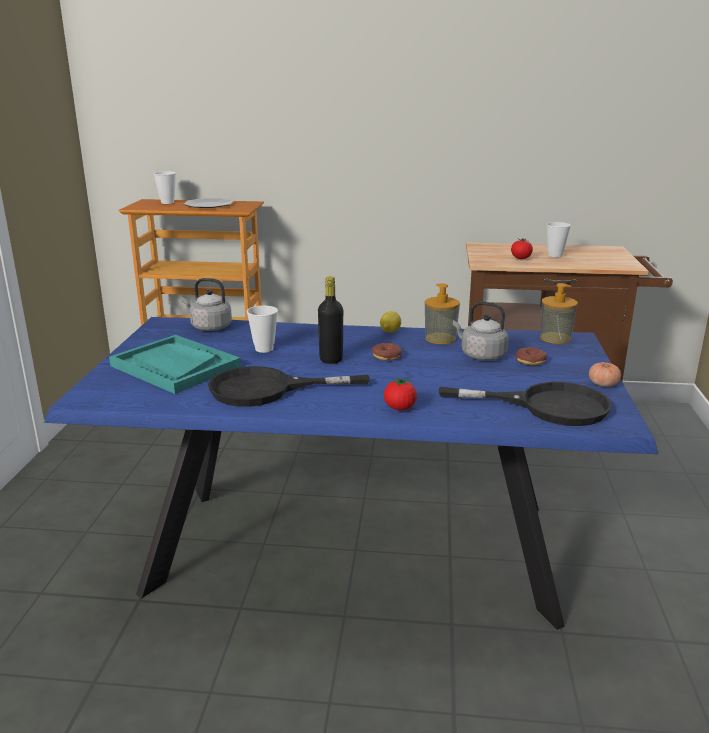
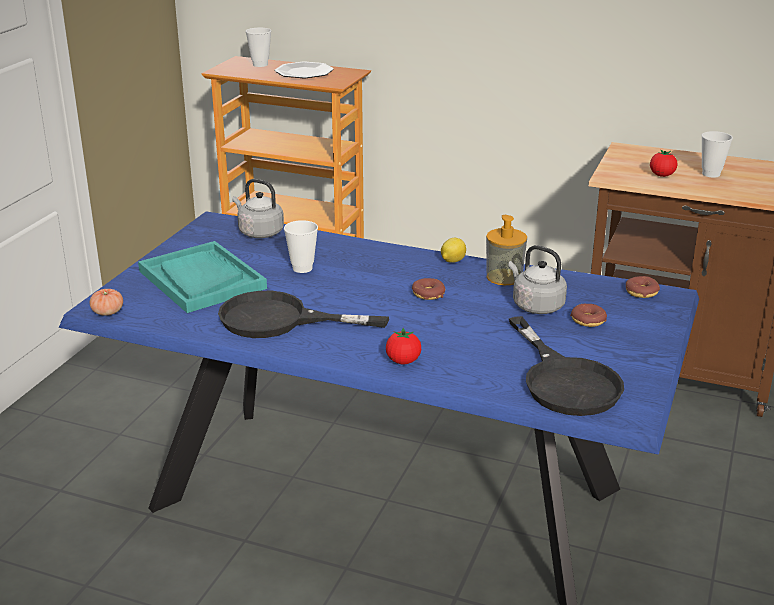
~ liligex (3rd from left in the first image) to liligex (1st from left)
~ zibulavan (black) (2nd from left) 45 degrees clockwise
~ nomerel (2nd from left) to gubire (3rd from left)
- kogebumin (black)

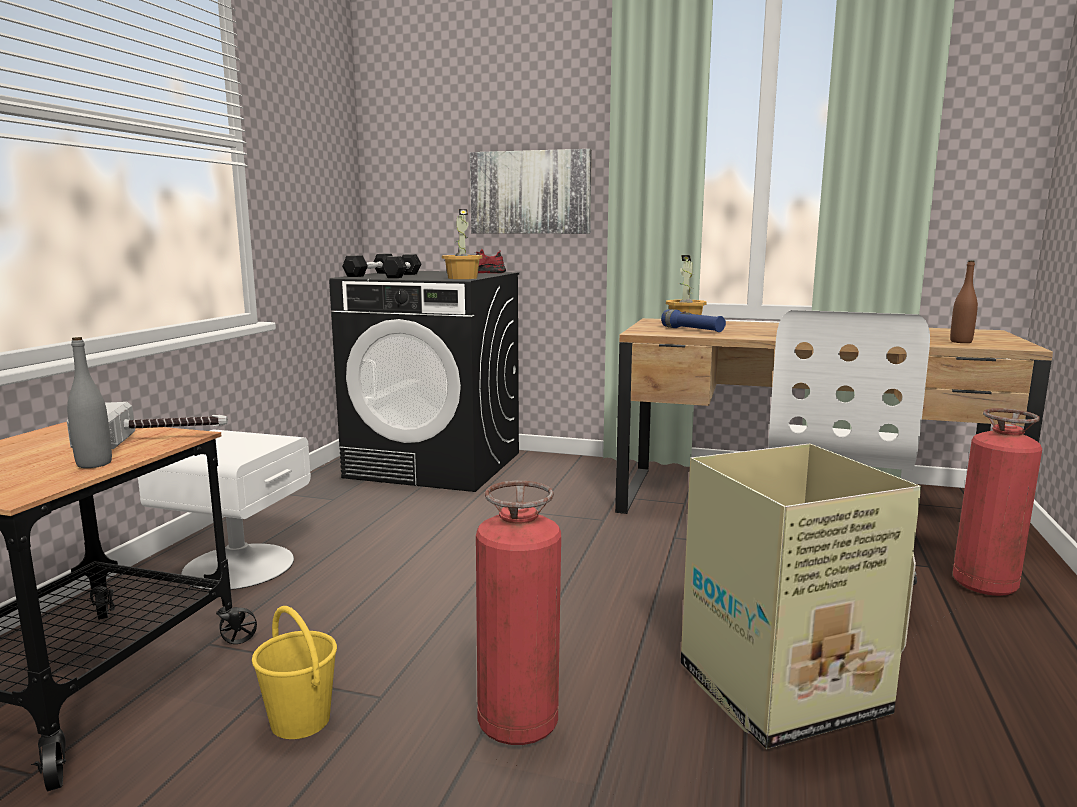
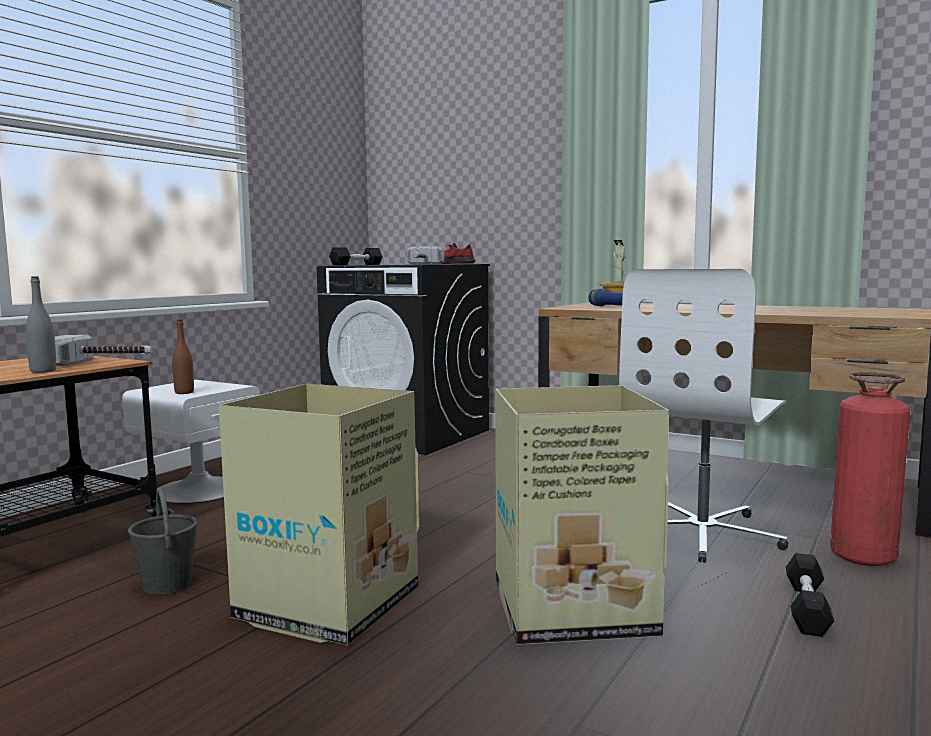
~ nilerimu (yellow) to nilerimu (grey)
~ kogebumin (brown)
~ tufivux (1st from left) to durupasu (1st from left)
~ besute (1st from left) to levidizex (2nd from left)
~ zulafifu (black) (2nd from left)
- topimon

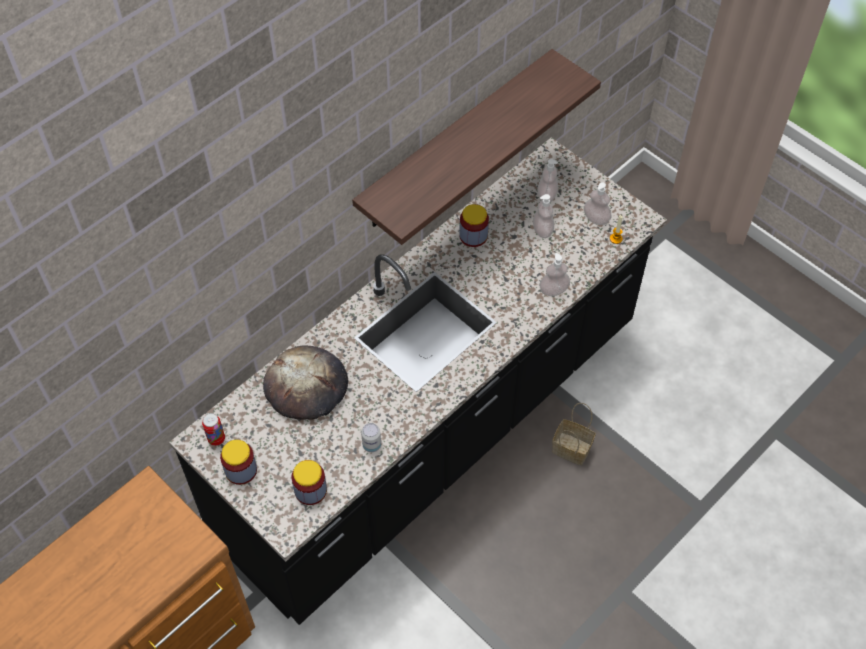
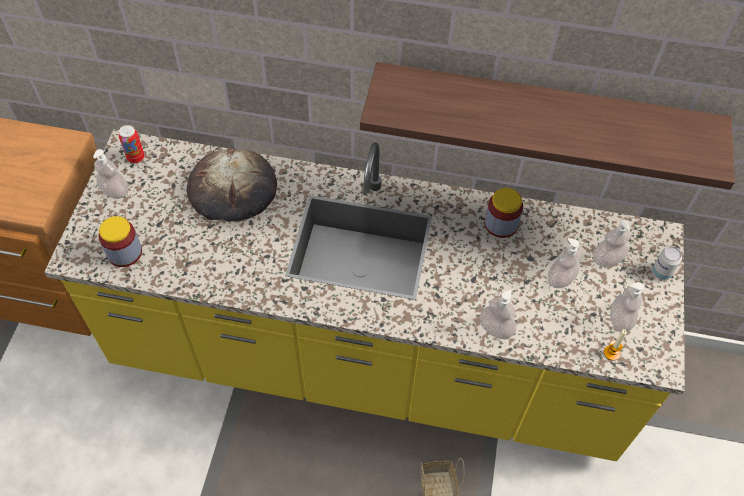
~ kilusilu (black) to kilusilu (yellow)
~ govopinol (1st from left) to nomerel (1st from left)
~ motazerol (2nd from left)

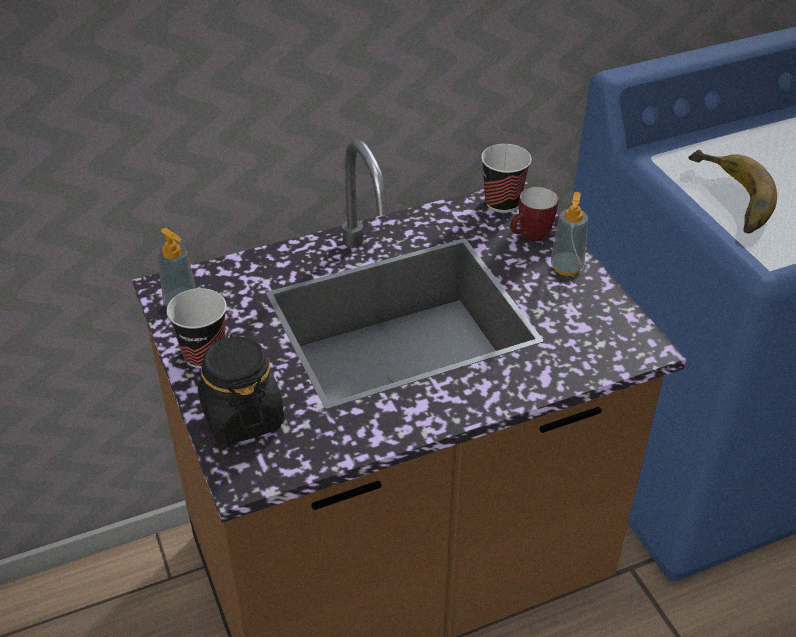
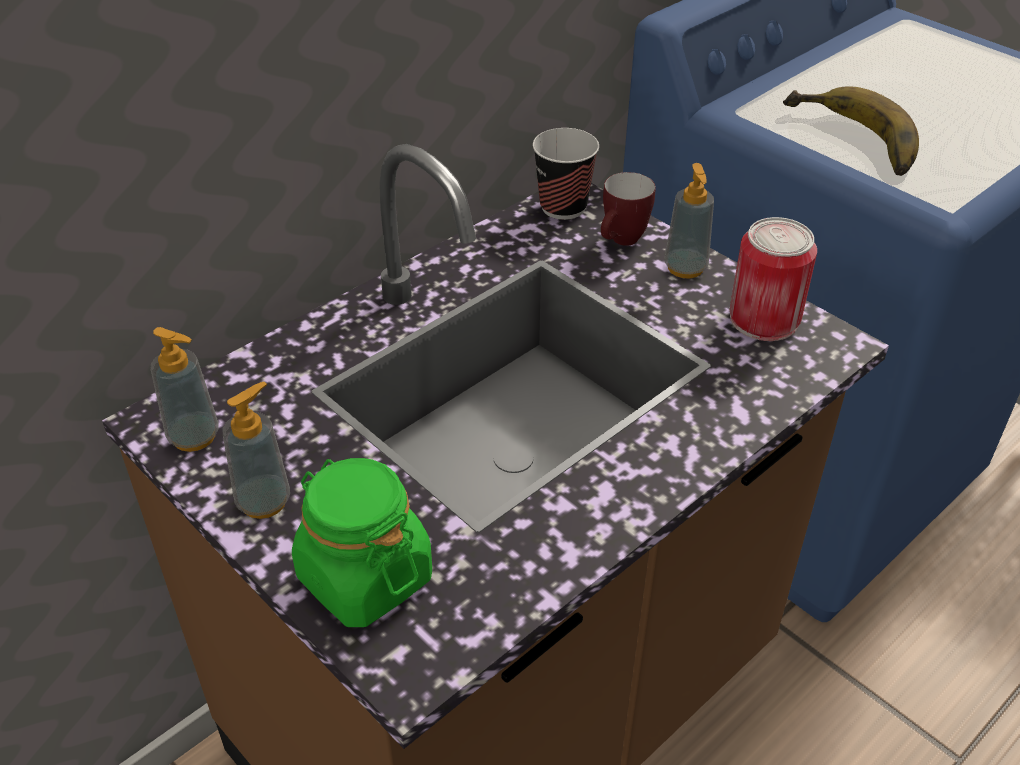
~ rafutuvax (1st from left) to nomerel (2nd from left)
~ govopinol (black) to govopinol (green)
+ motazerol

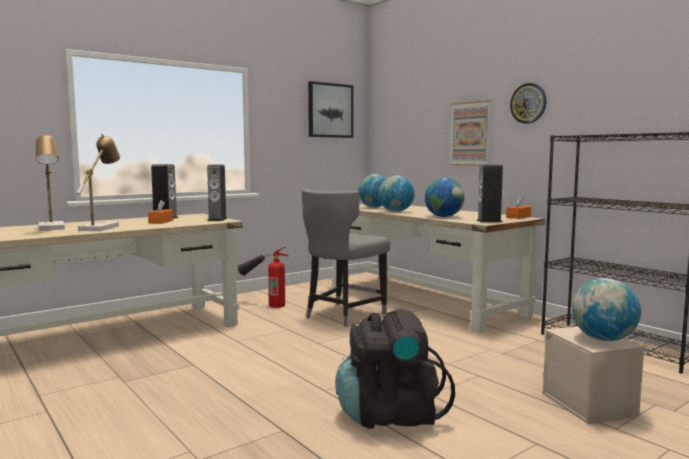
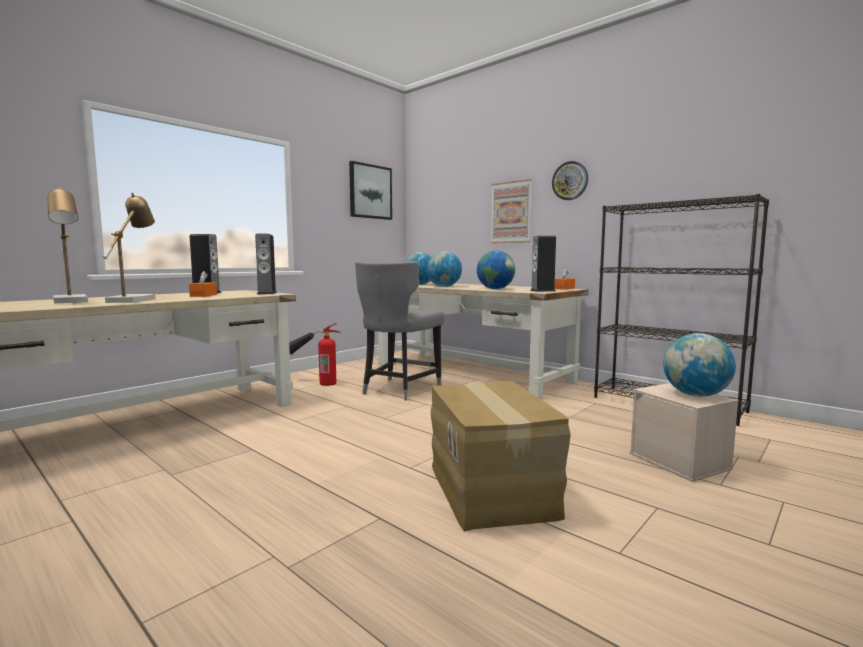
~ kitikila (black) to durupasu

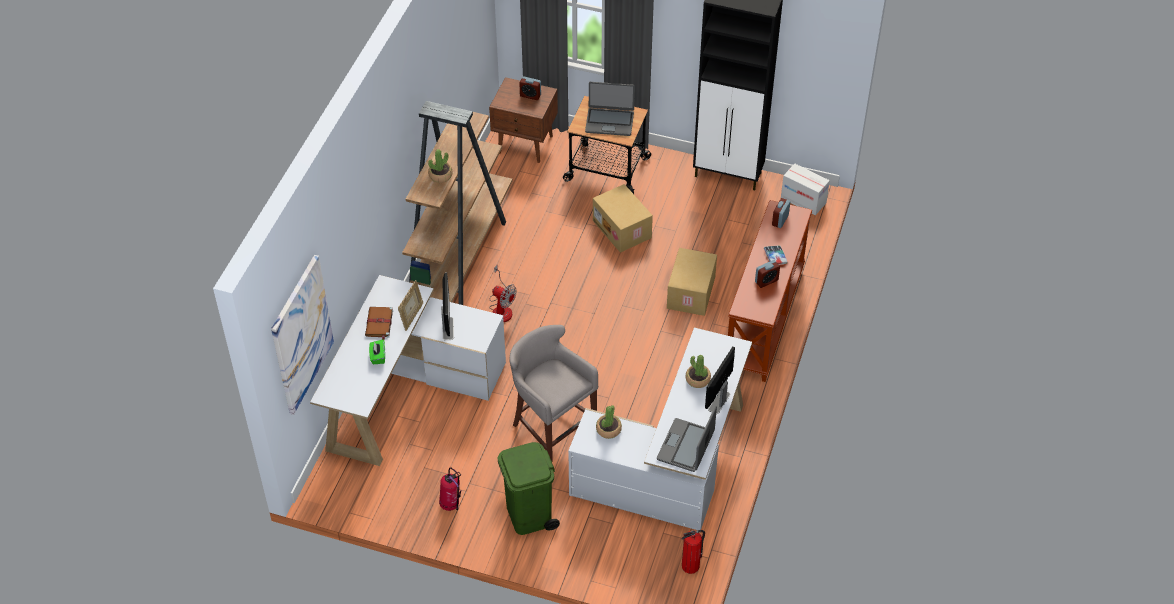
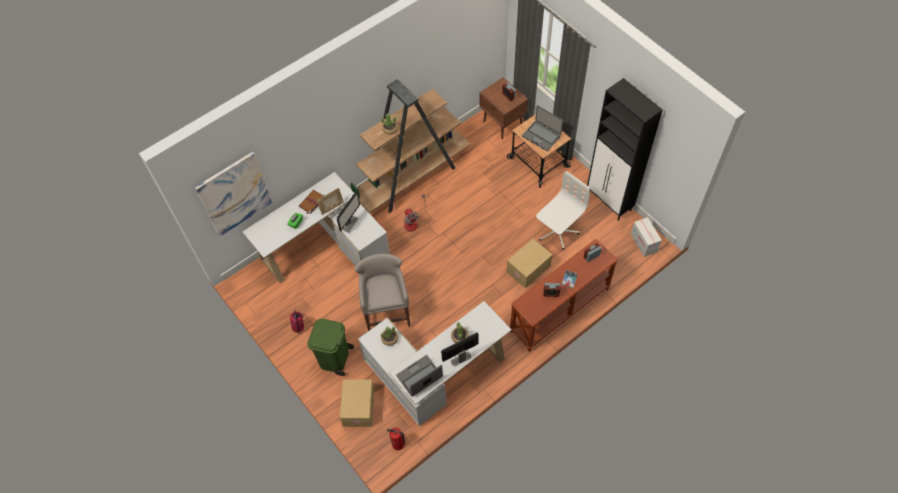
~ durupasu (1st from left)
+ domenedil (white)

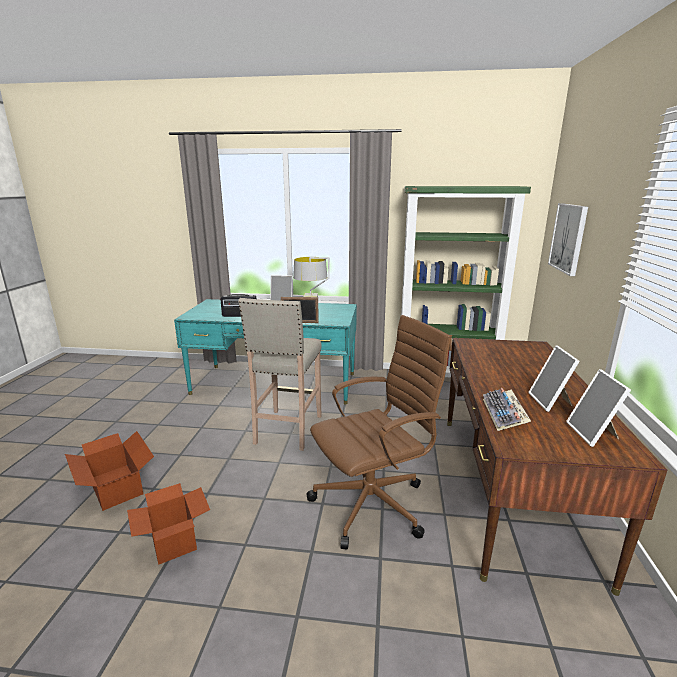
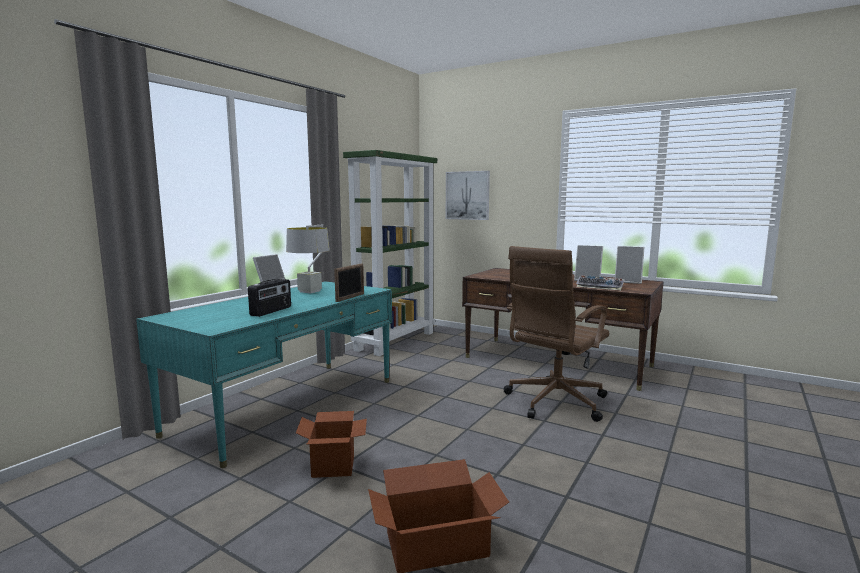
~ durupasu (2nd from left in the first image) to durupasu (1st from left)
~ domenedil (brown) 135 degrees counterclockwise
- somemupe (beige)

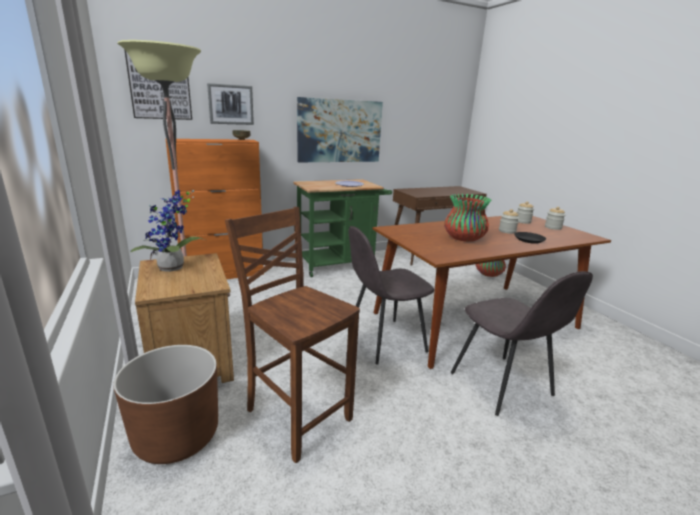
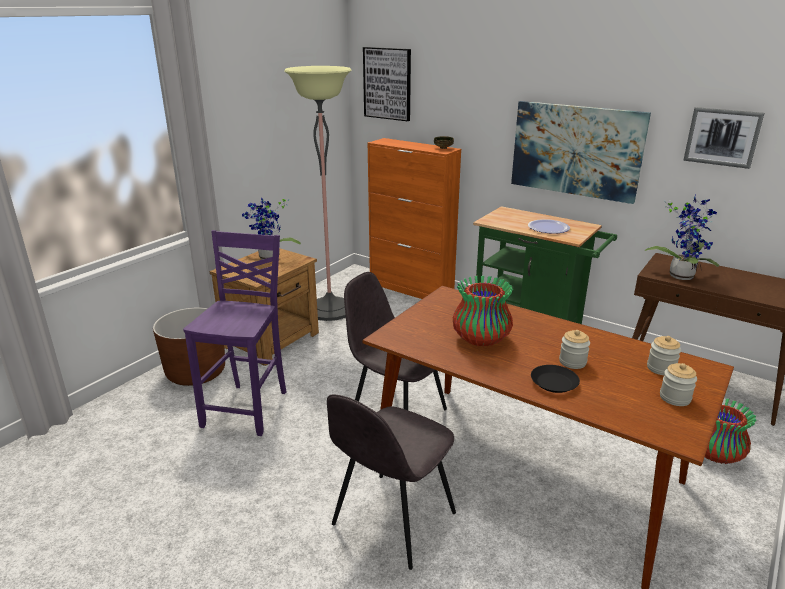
~ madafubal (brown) to madafubal (purple)
+ besute (2nd from left)
~ topimon (2nd from left in the first image) to topimon (3rd from left)

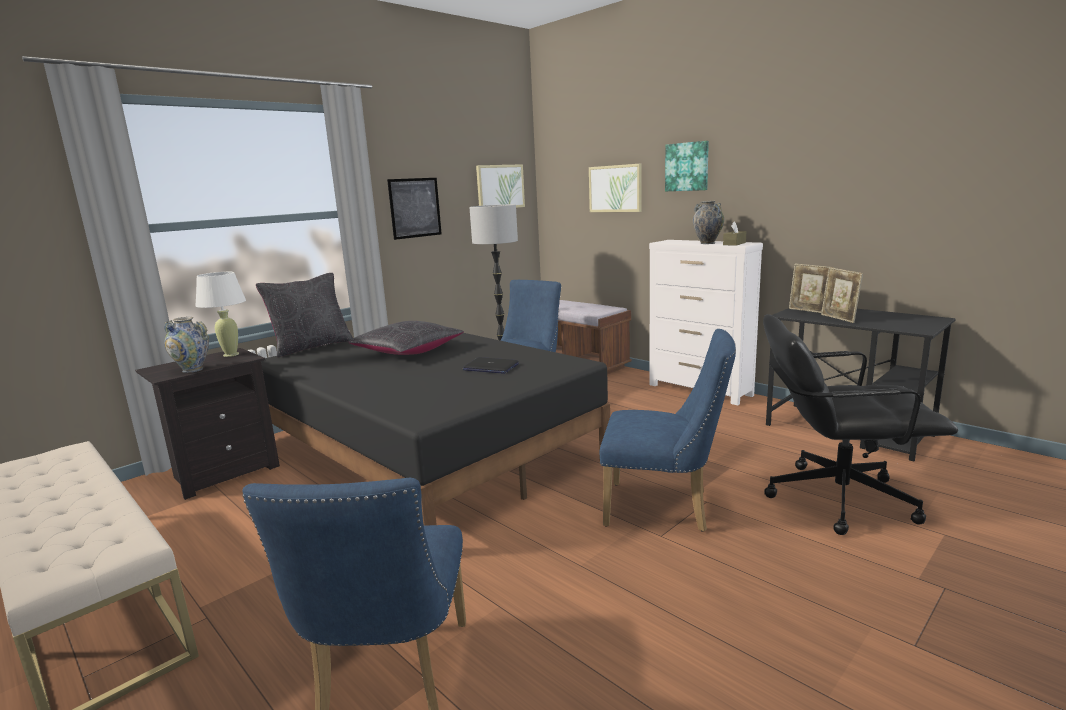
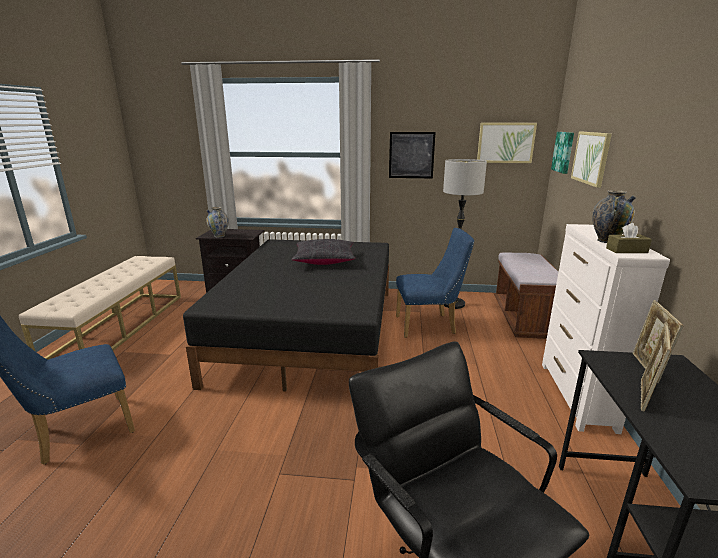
~ topimon (4th from left in the first image) to topimon (3rd from left)
- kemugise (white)
- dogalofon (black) (1st from left)
- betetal
- madafubal (blue) (3rd from left)

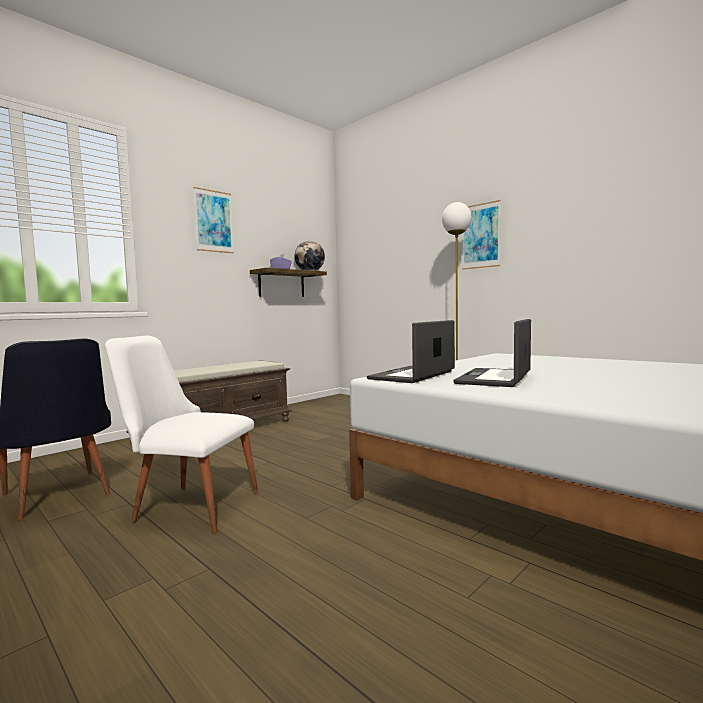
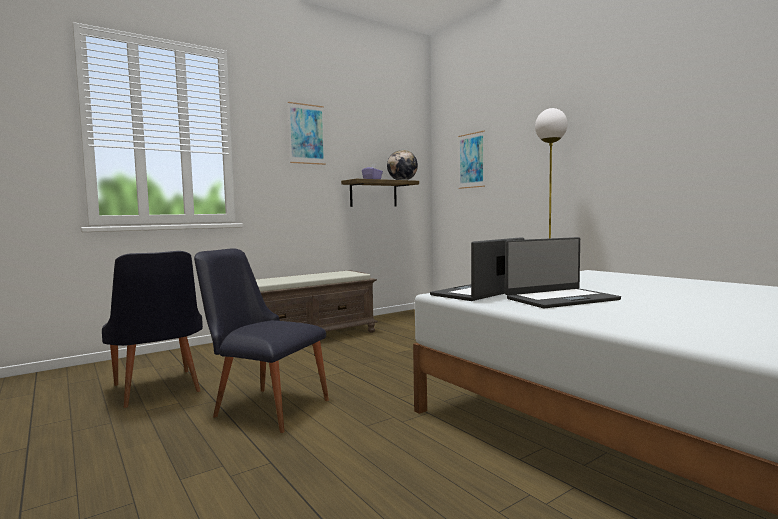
~ madafubal (white) to madafubal (black) (2nd from left)
~ topimon (2nd from left)
~ betetal (2nd from left) 150 degrees counterclockwise

